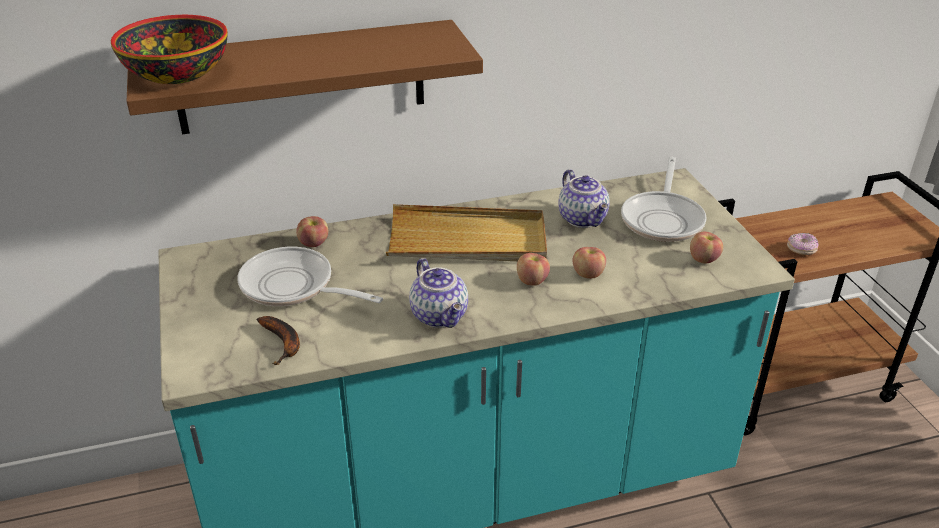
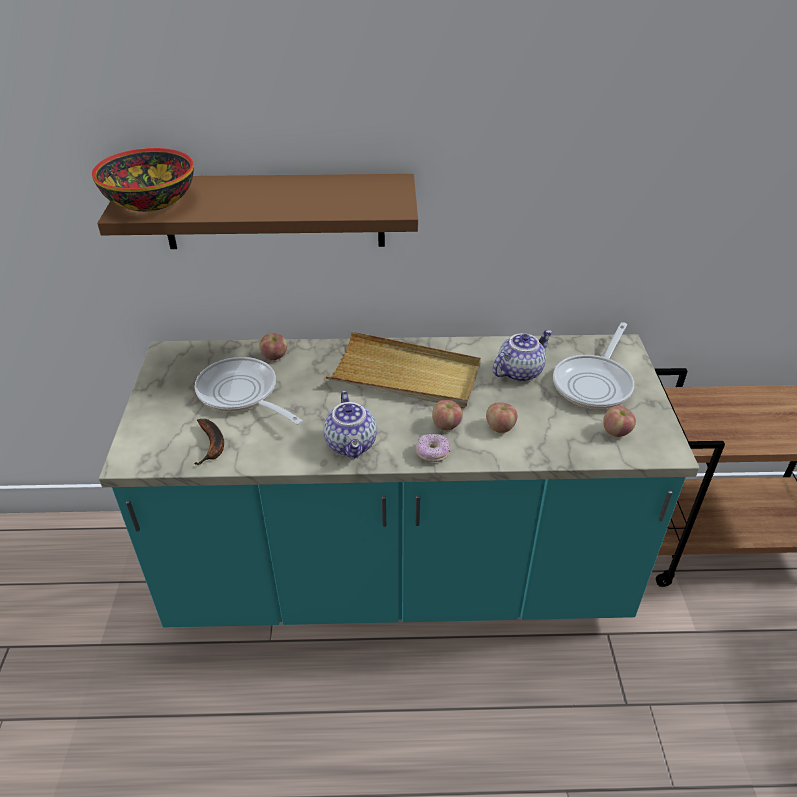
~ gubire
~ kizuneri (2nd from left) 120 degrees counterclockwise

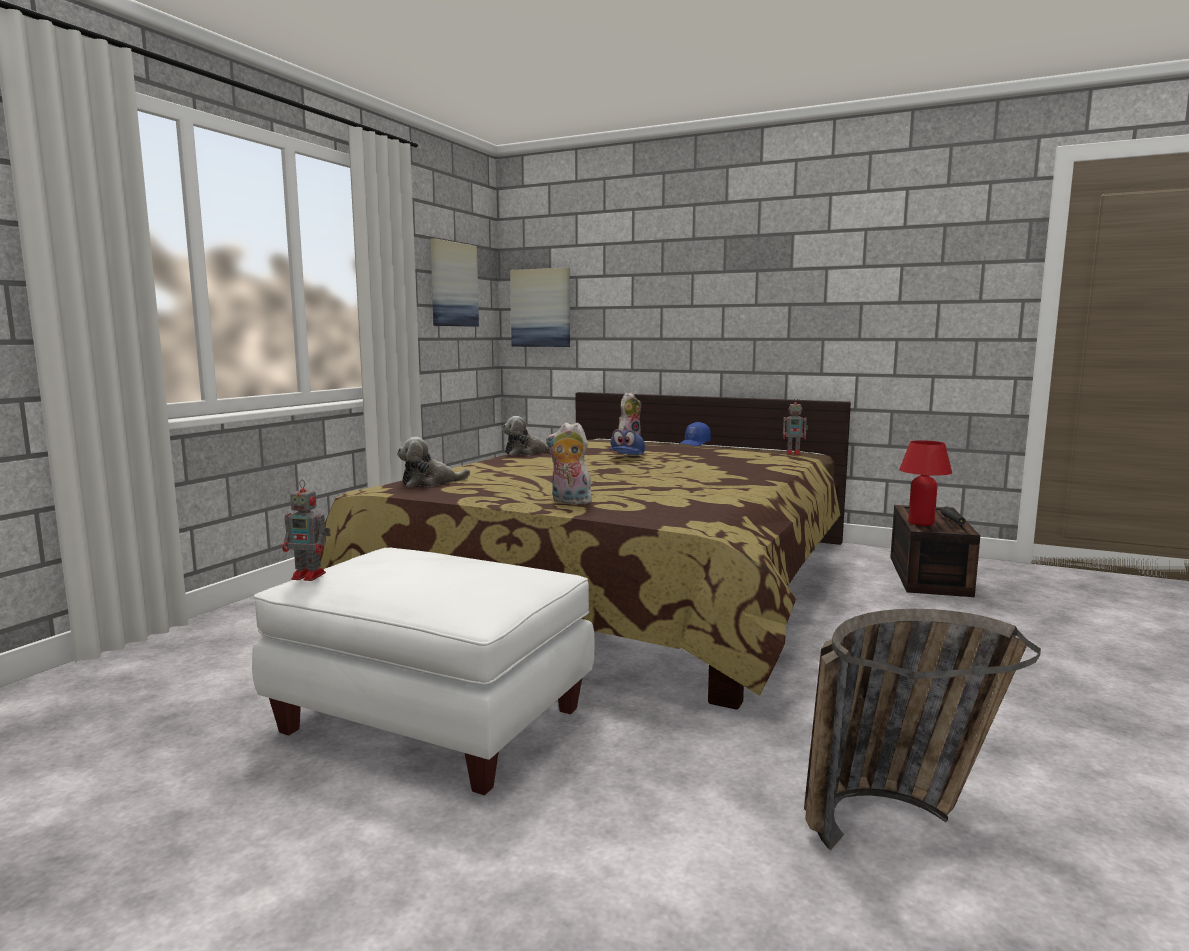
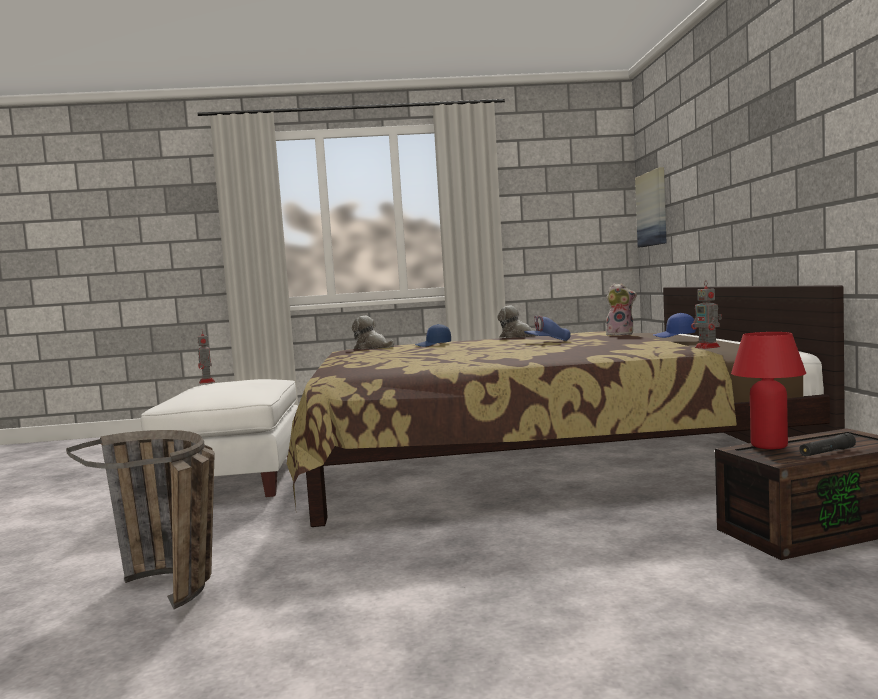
+ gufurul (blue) (1st from left)
- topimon (1st from left)
- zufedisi (3rd from left)

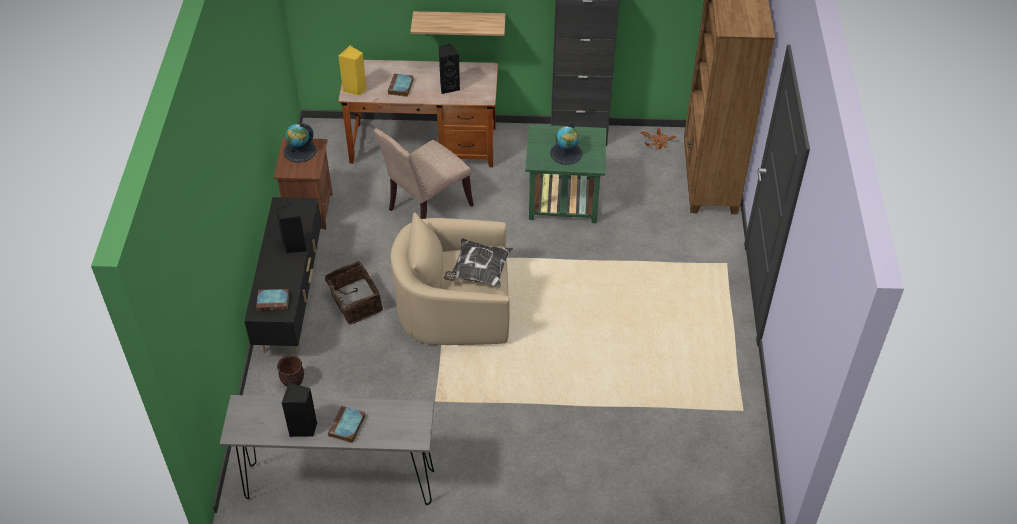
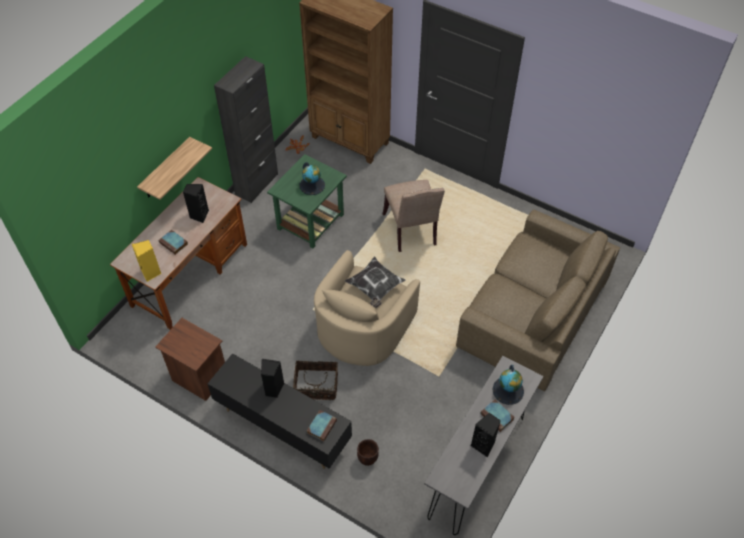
~ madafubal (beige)
+ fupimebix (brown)
~ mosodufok (1st from left in the first image) to mosodufok (2nd from left)

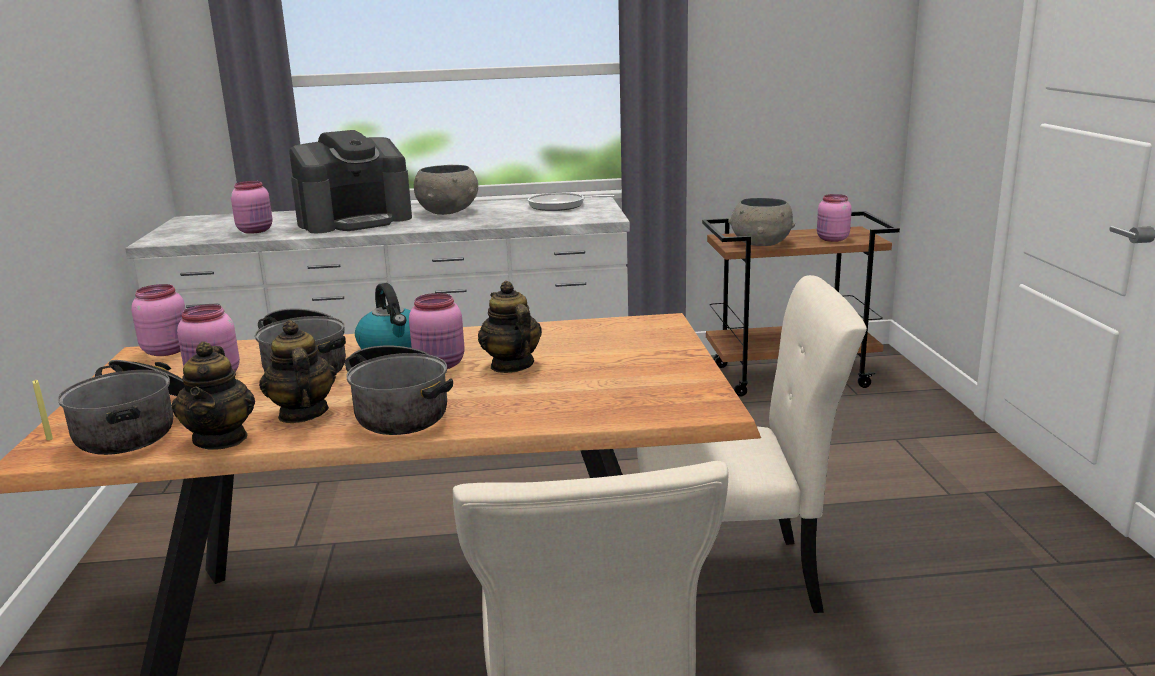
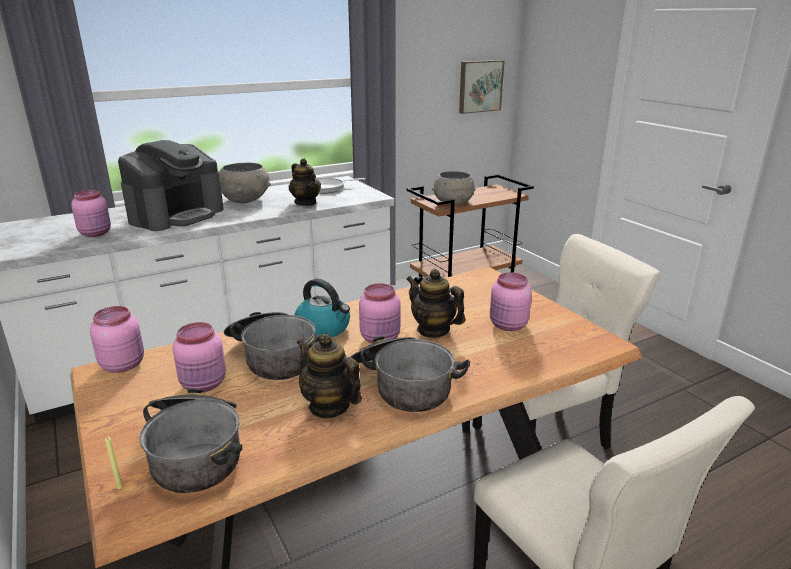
~ kizuneri (1st from left)
+ topimon
~ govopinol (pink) (5th from left)

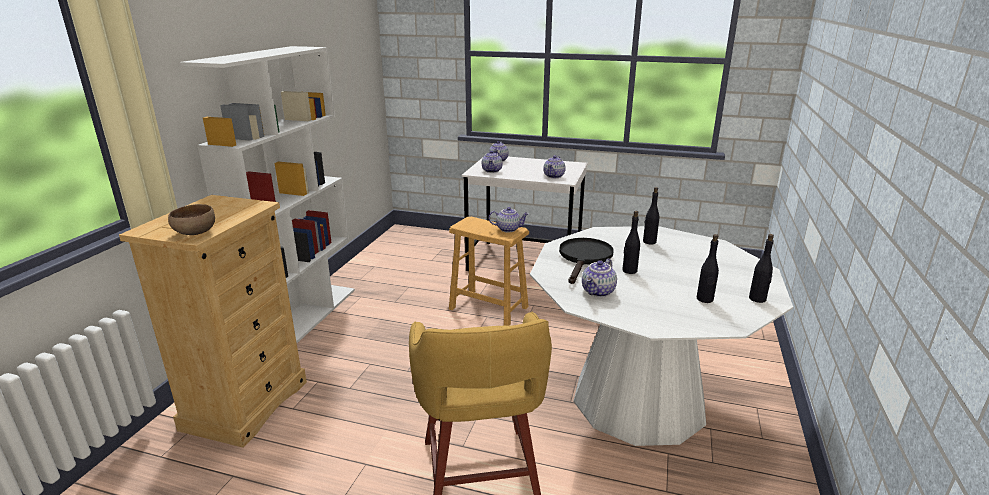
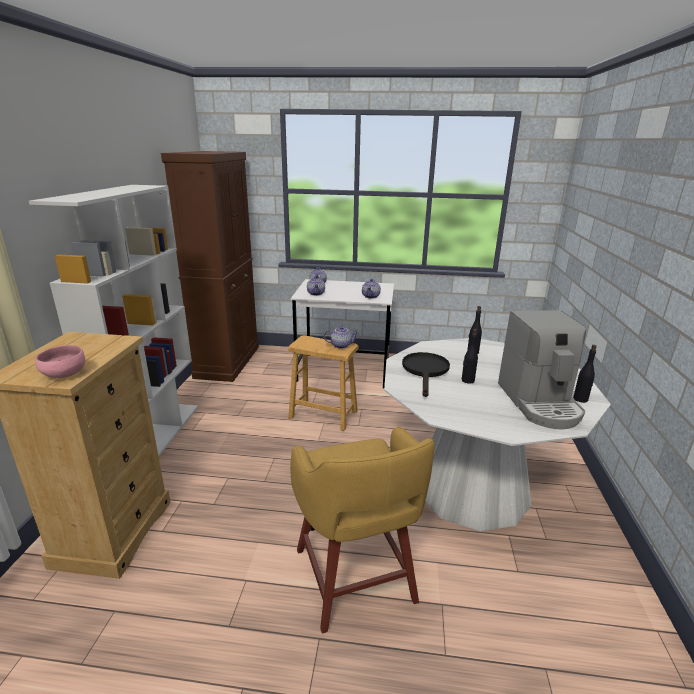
~ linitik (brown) to linitik (pink)
+ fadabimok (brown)
~ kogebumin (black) (3rd from left) to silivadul
- kizuneri (5th from left)

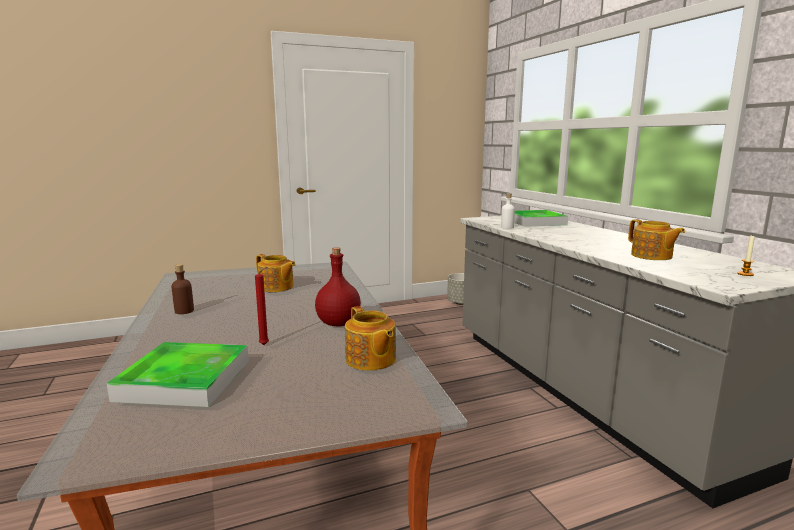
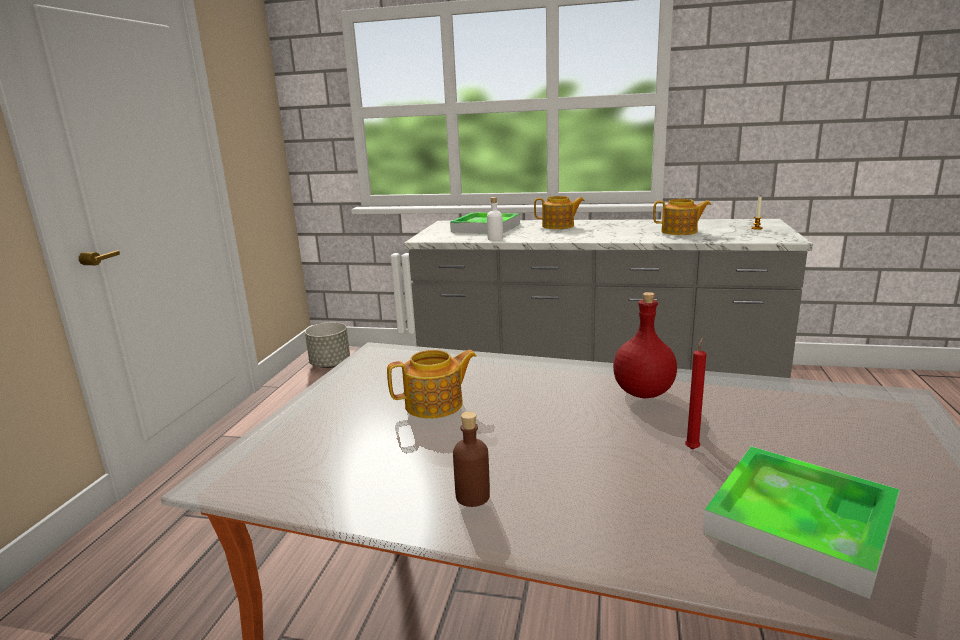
~ kizuneri (2nd from left)

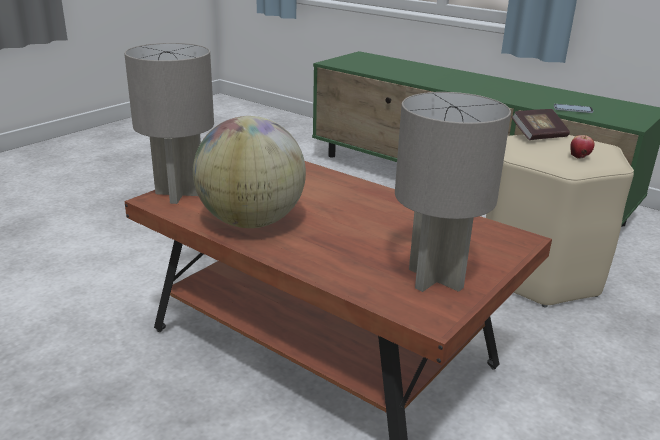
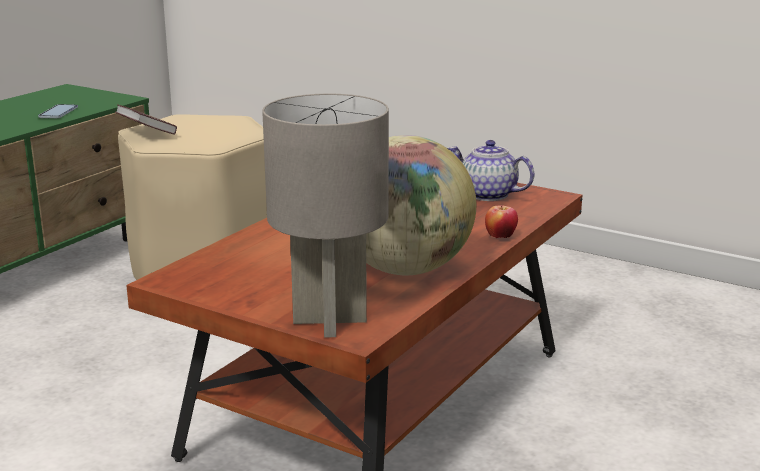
~ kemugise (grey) (2nd from left) to kizuneri
~ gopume

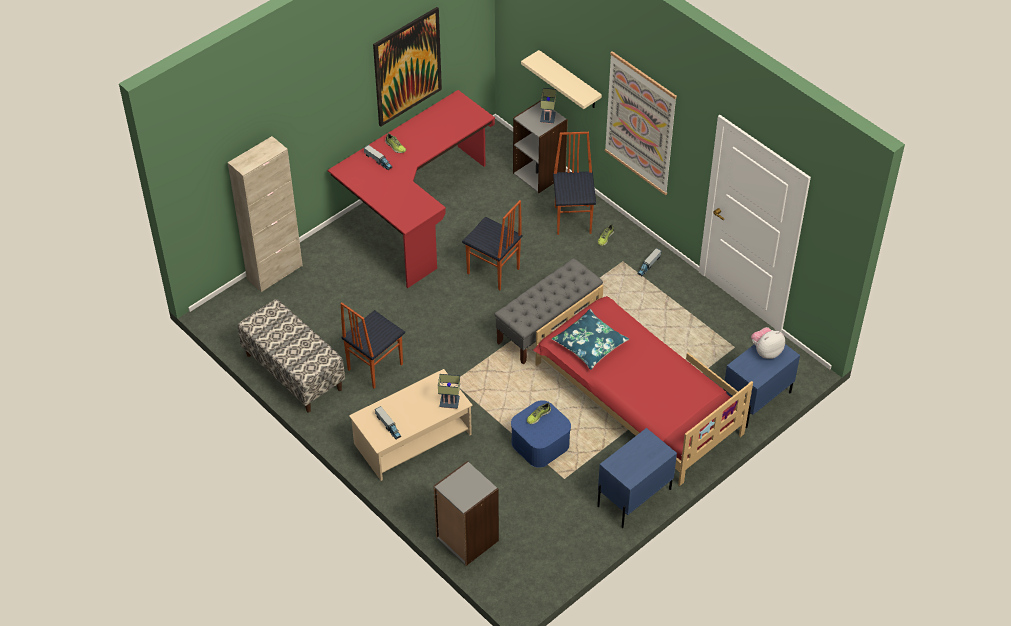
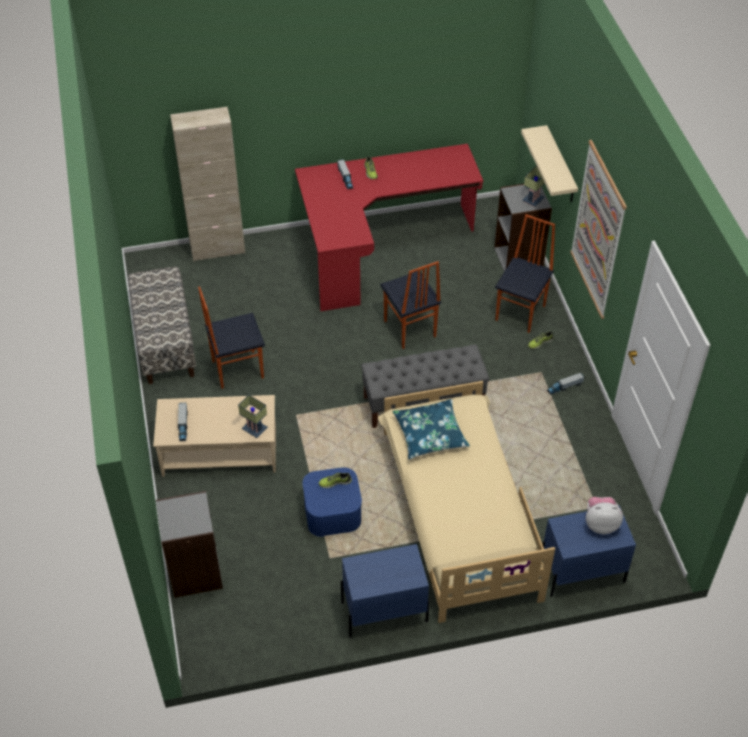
~ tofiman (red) to tofiman (beige)
- topimon (1st from left)

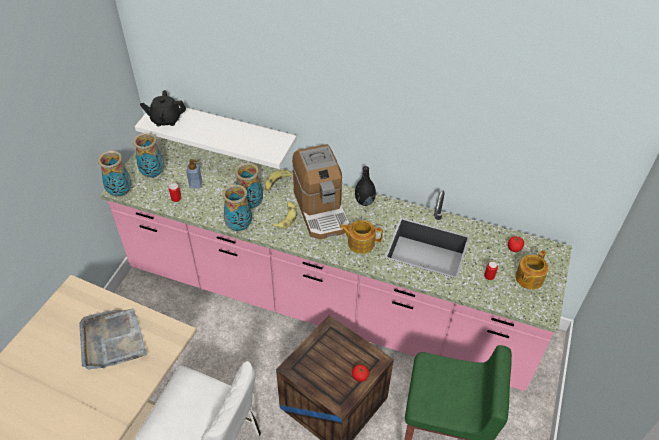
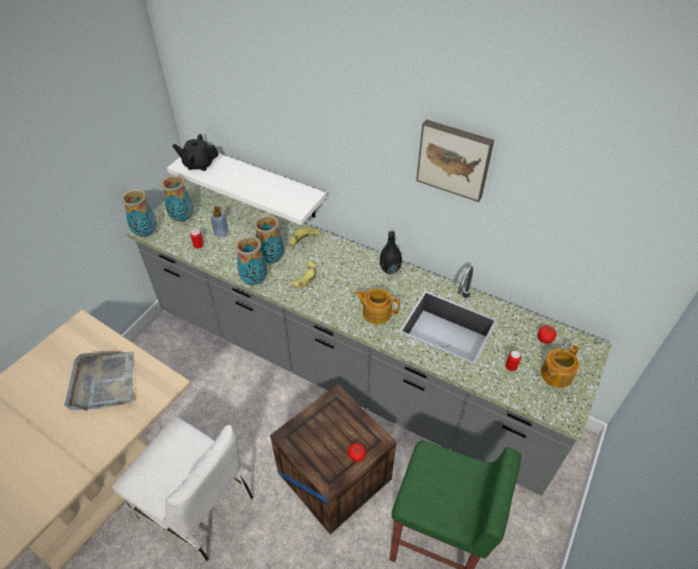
~ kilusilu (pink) to kilusilu (grey)
+ topimon
- silivadul

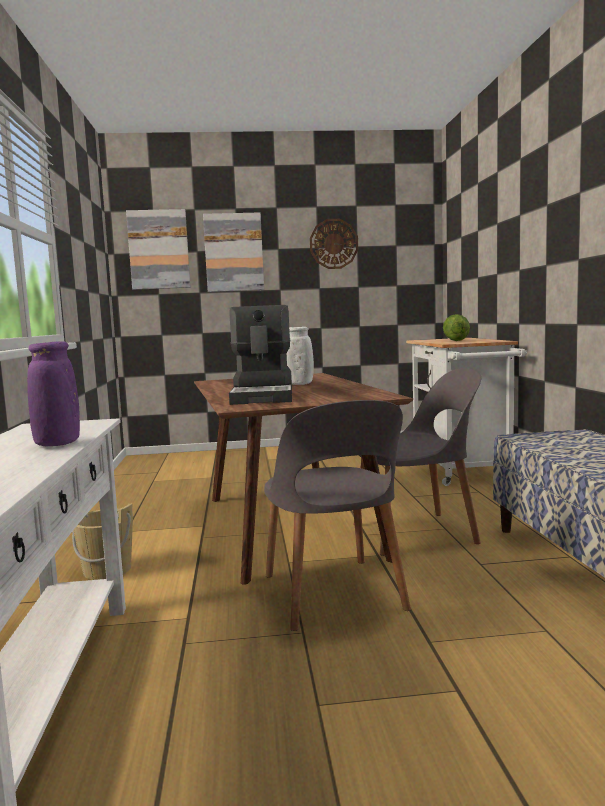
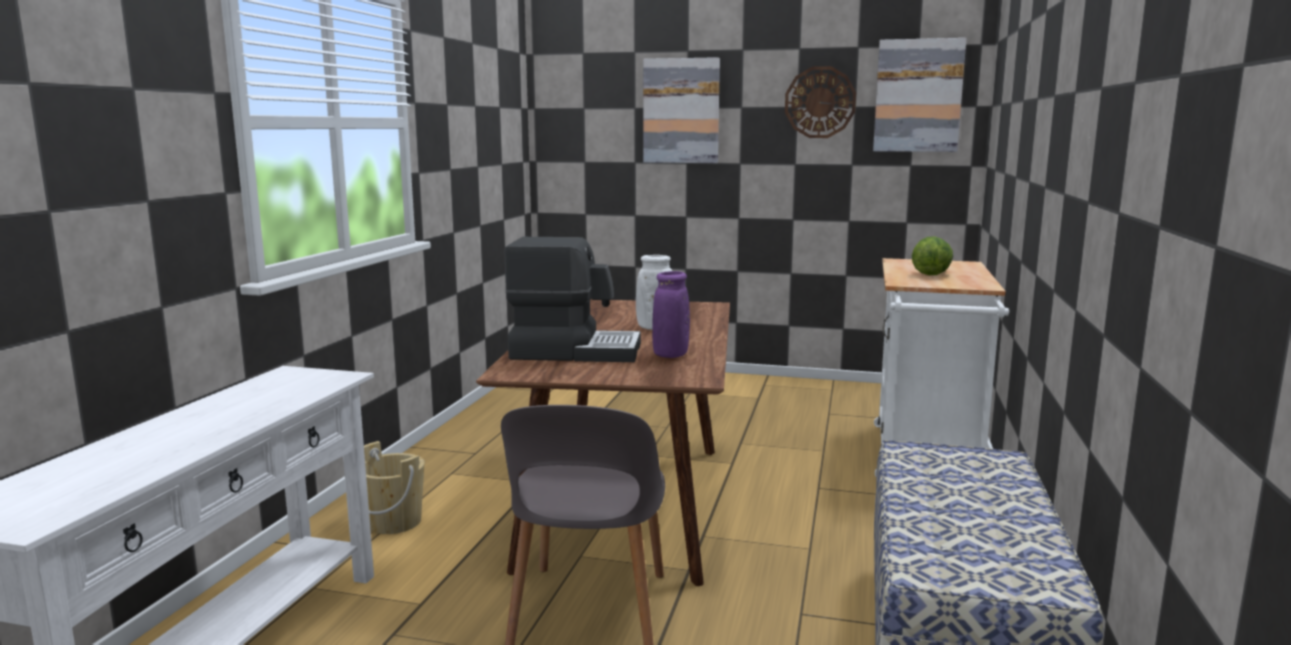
~ silivadul 105 degrees counterclockwise
~ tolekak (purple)
~ topimon (1st from left in the first image) to topimon (2nd from left)
- madafubal (grey) (2nd from left)

